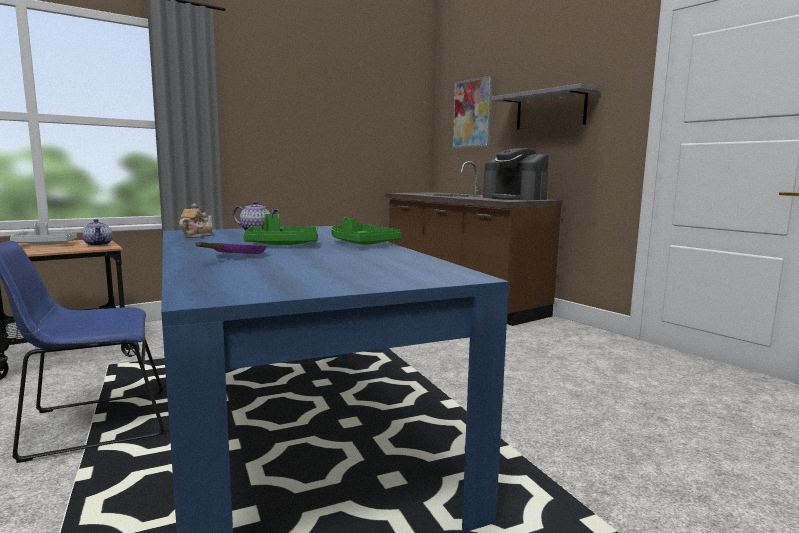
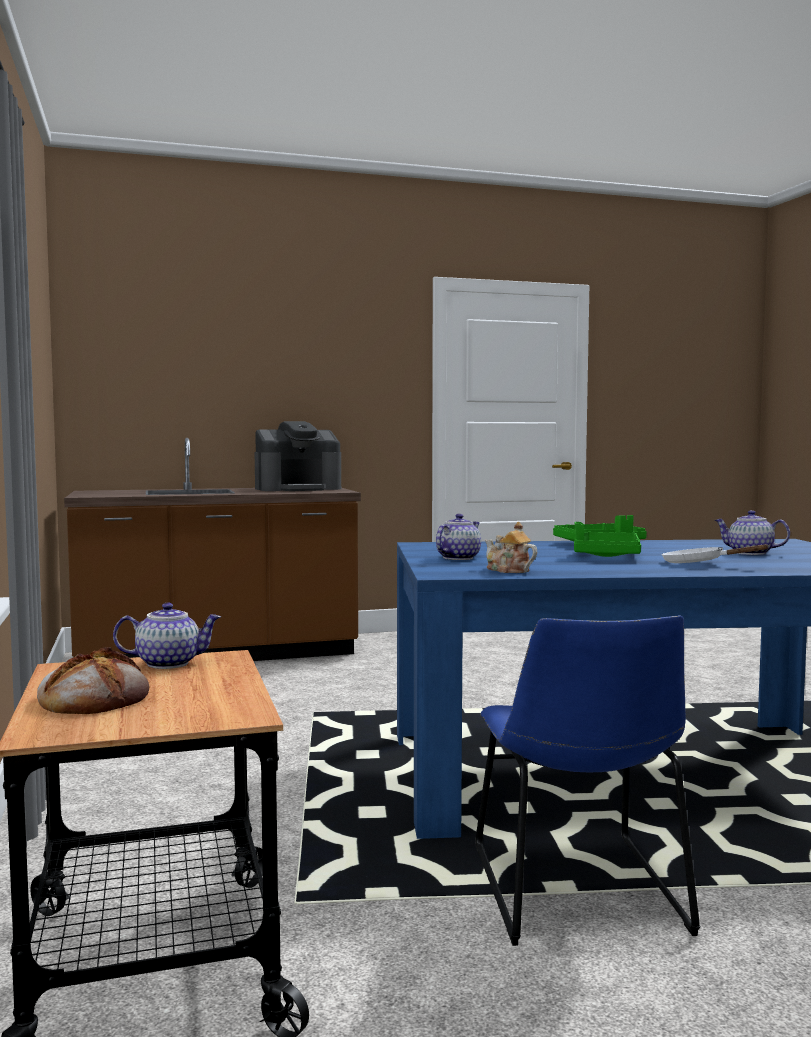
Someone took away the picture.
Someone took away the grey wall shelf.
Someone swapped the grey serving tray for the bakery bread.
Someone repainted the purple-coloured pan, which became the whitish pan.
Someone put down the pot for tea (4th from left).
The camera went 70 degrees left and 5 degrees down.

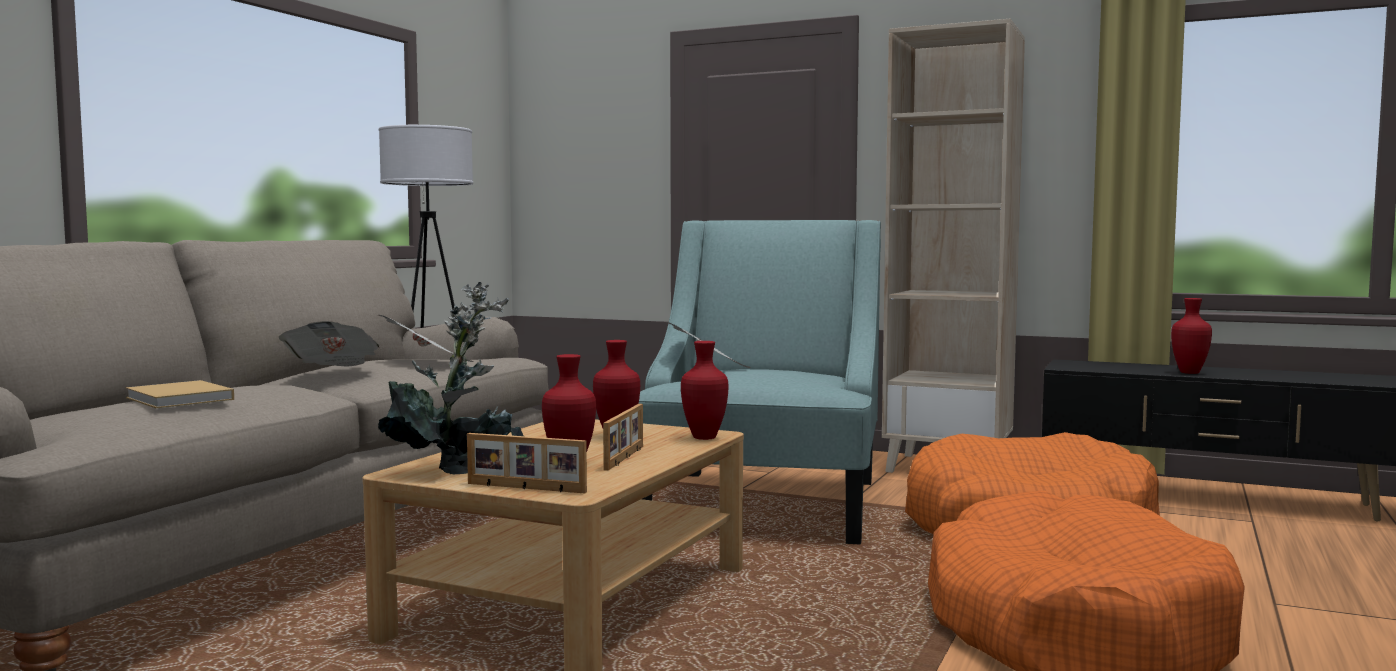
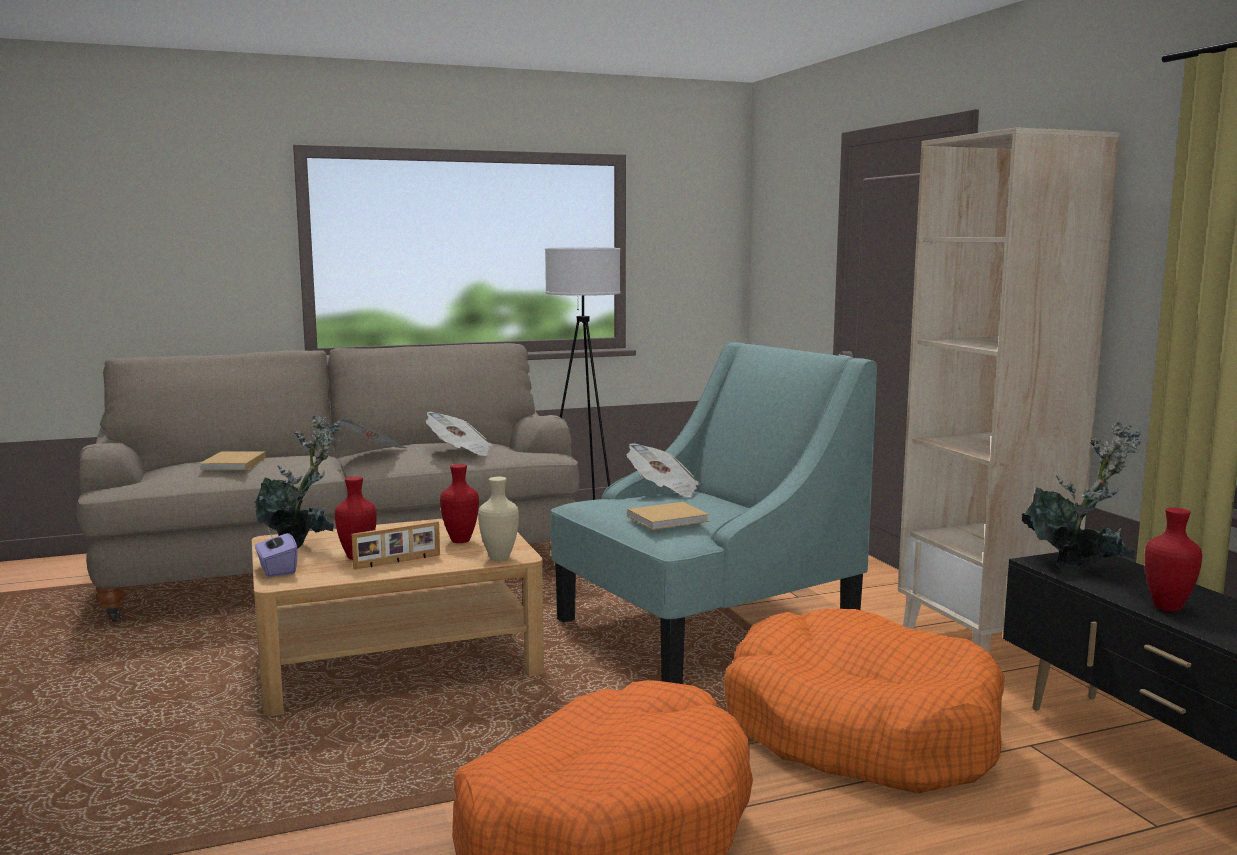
Someone repainted the red flower vase (3rd from left), which became the sand-coloured flower vase.
Someone swapped the standing frame (1st from left) for the purple-coloured tissue box.
Someone put down the plant in a pot (2nd from left).
Someone put down the sand-coloured bound book (2nd from left).
The camera went 45 degrees right and 5 degrees up.

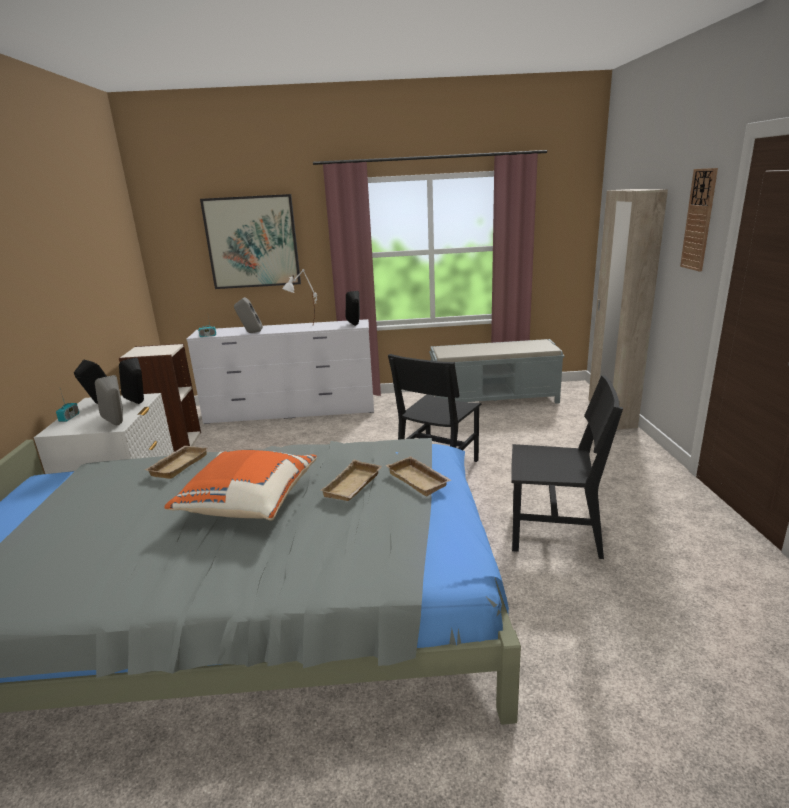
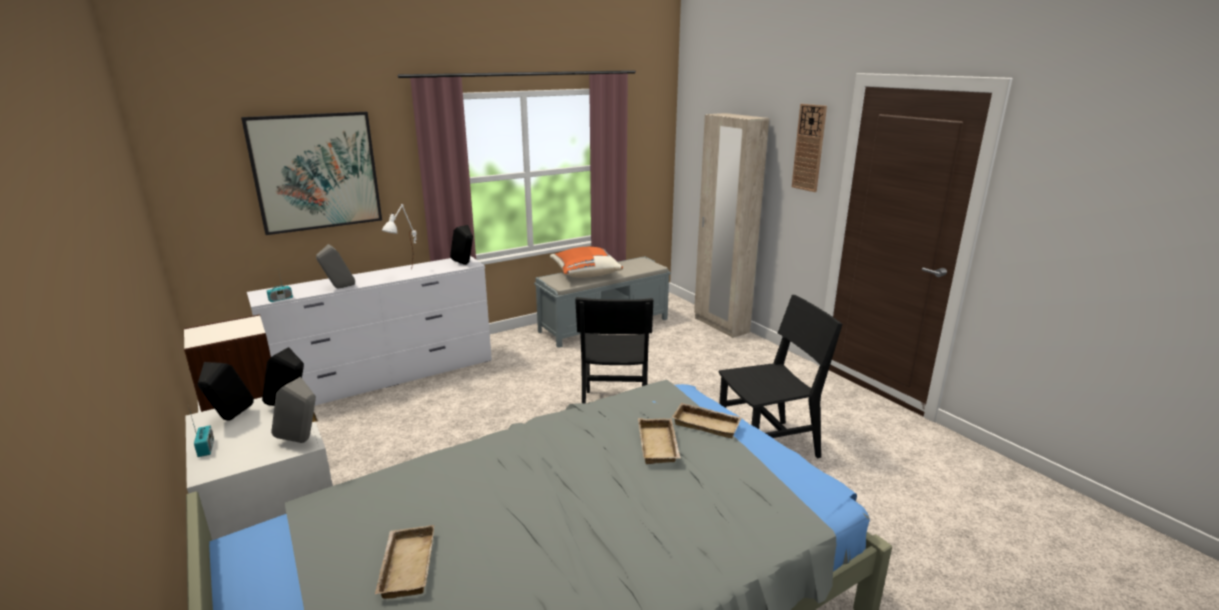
Someone carried the sand-coloured serving tray (1st from left).
Someone carried the orange pillow.
The camera went 30 degrees left and 0 degrees up.

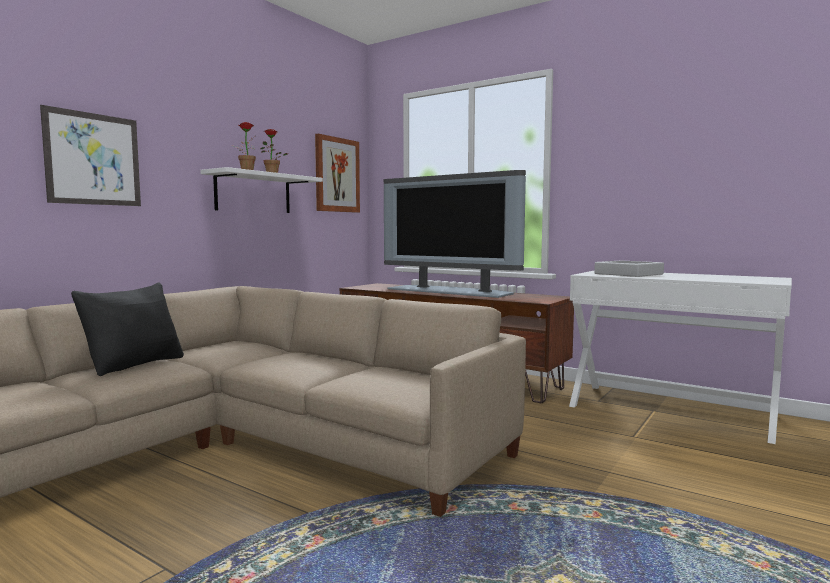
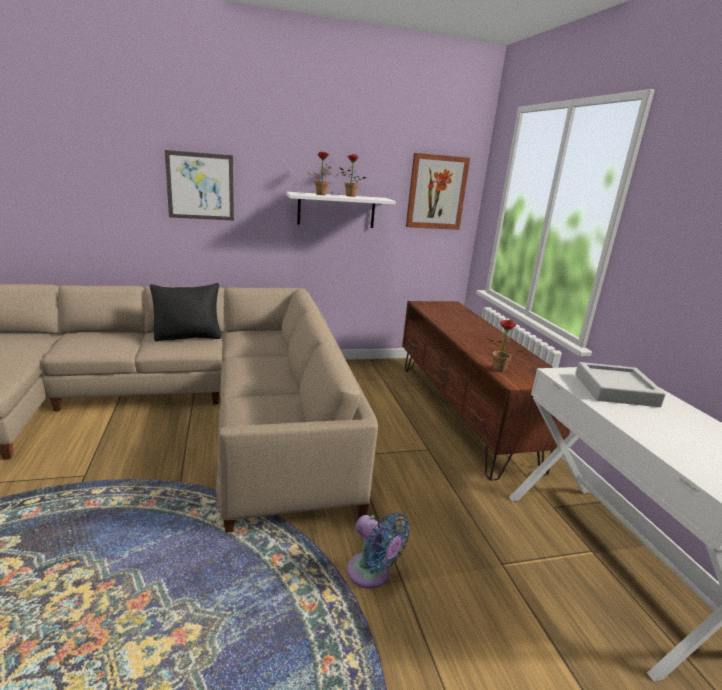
Someone took away the television.
Someone put down the plant in a pot (3rd from left).
Someone put down the blue-coloured cooling fan.
The camera went 40 degrees right and 15 degrees up.

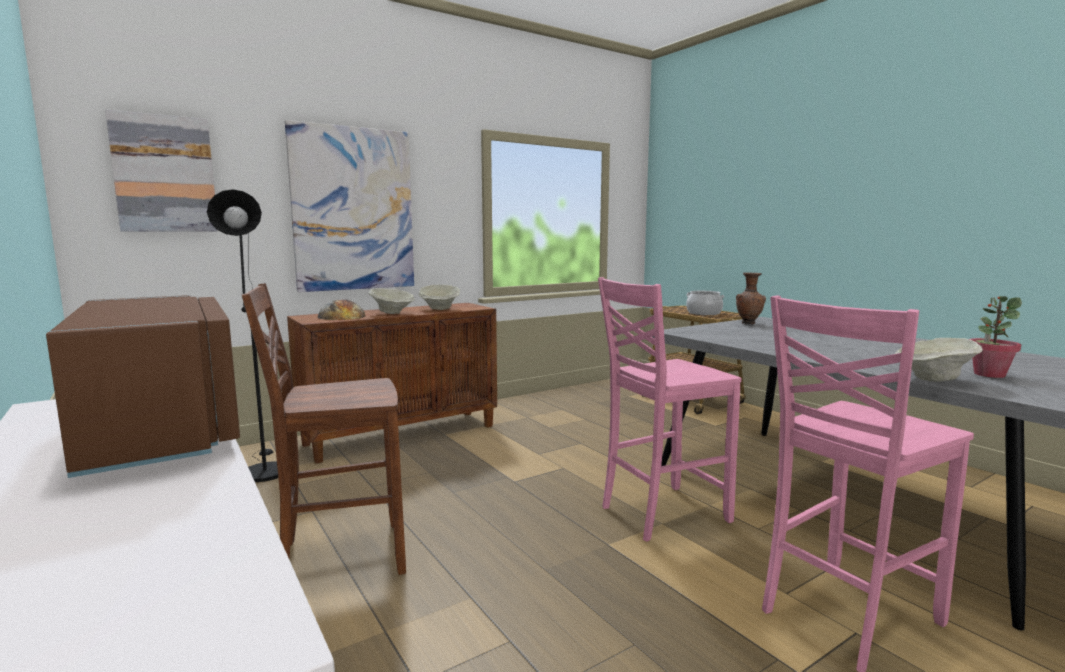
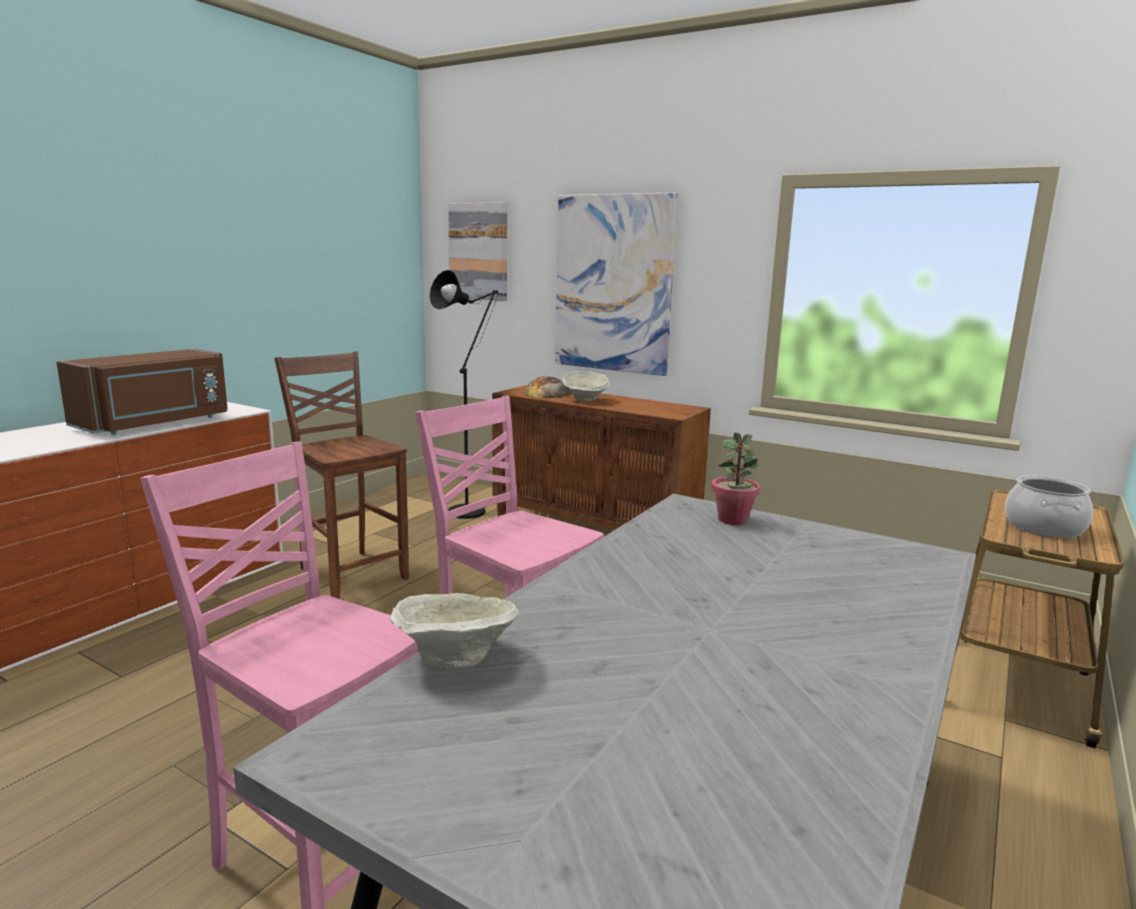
Someone took away the brownish flower vase.
Someone took away the sand-coloured bowl (2nd from left).
Someone carried the plant in a pot.
The camera went 65 degrees right and 5 degrees up.

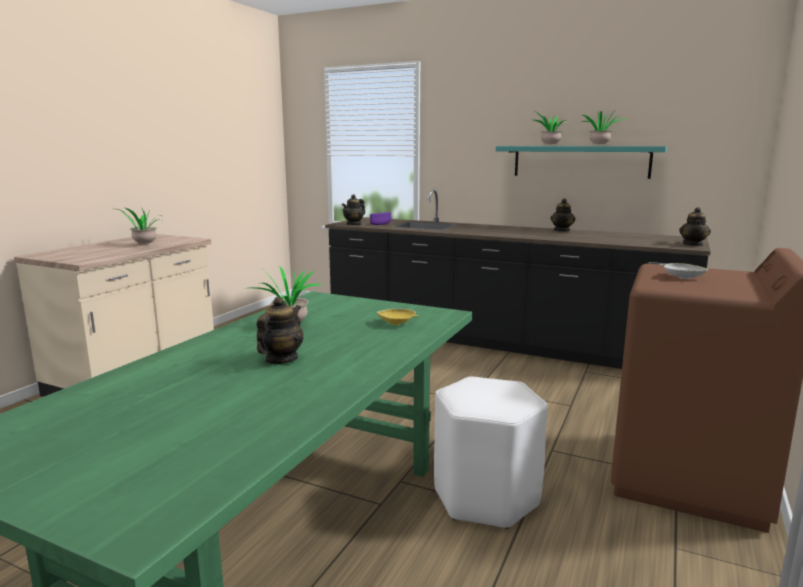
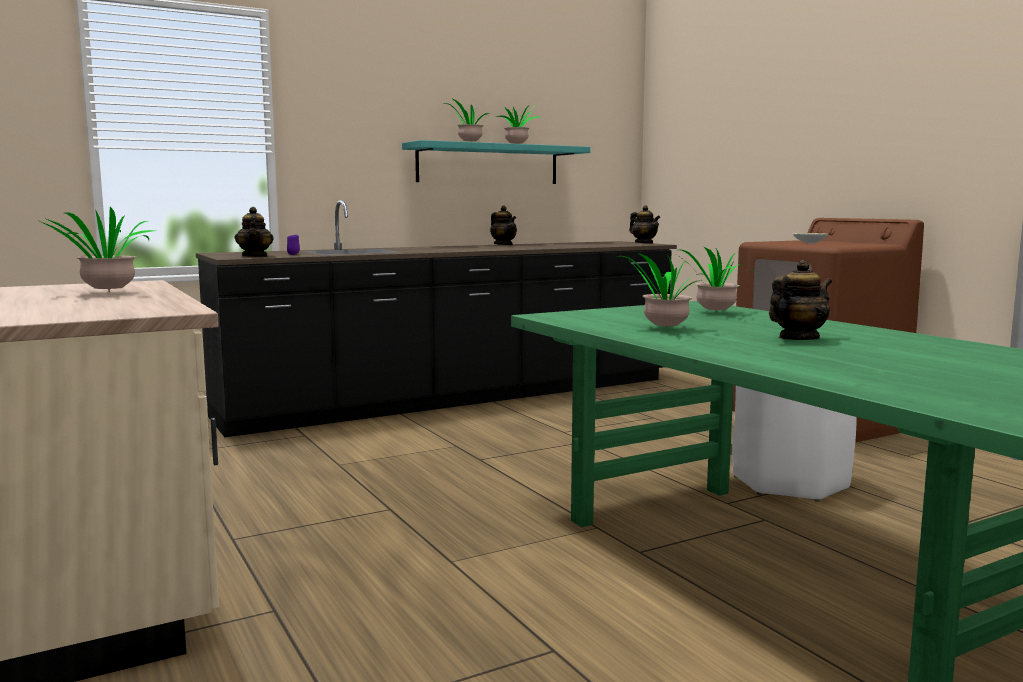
Someone rotated the pot for tea (1st from left in the first image) by 90 degrees clockwise.
Someone swapped the yellowish bowl for the plant in a pot (5th from left).
The camera went 55 degrees left and 5 degrees down.

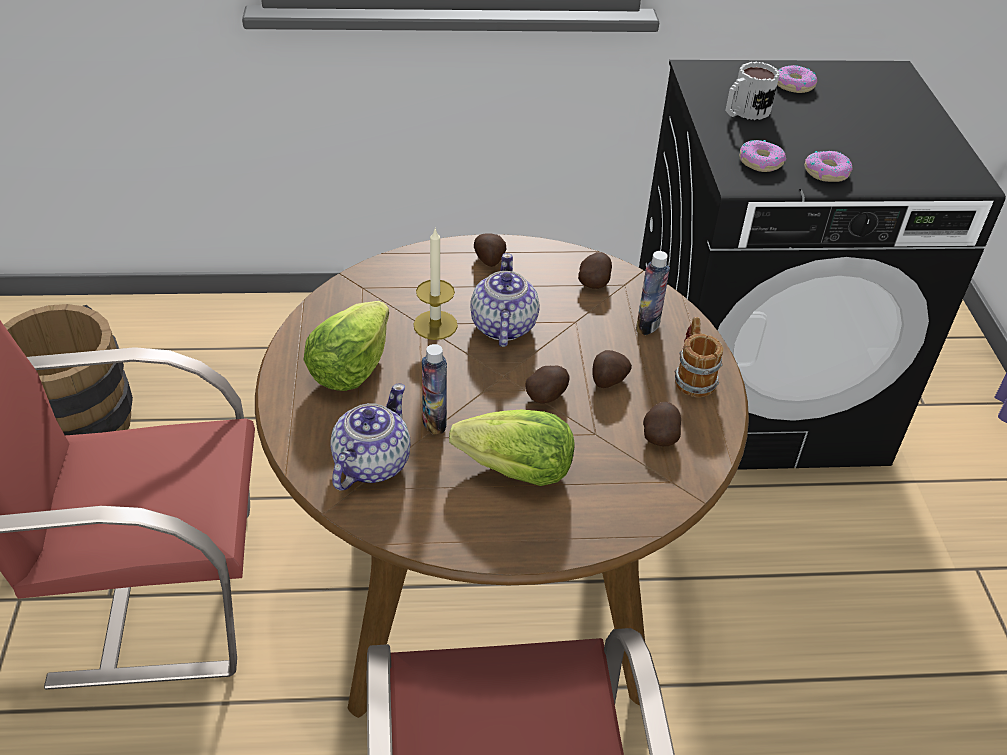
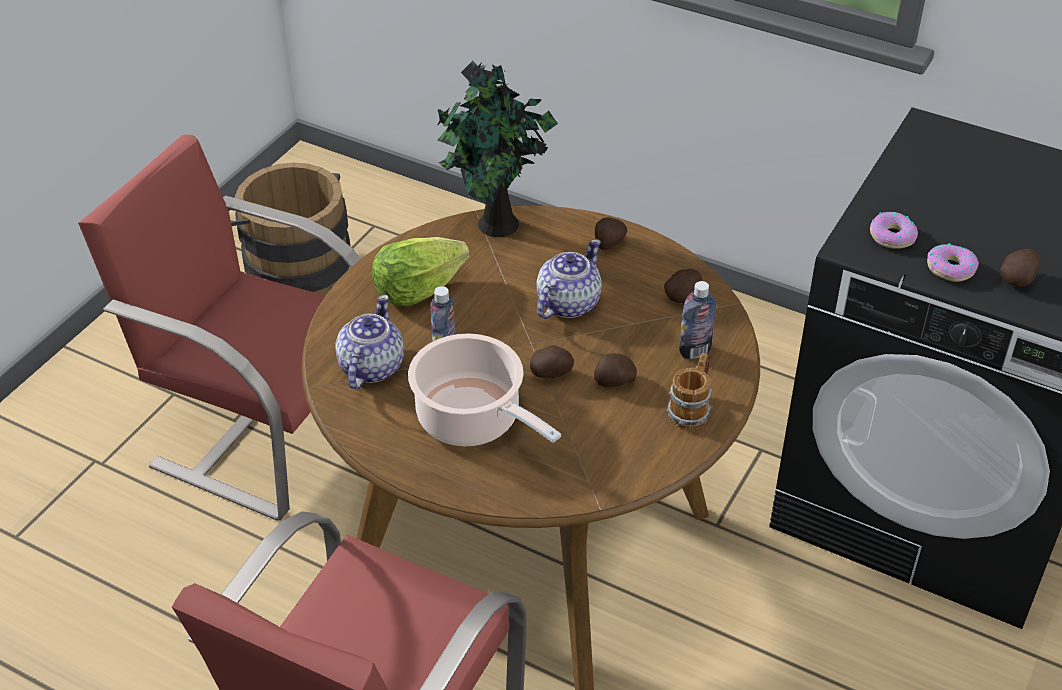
Someone took away the coffee mug (2nd from left).
Someone took away the donut (2nd from left).
Someone took away the wax light.
Someone rotated the pot for tea (1st from left) by 45 degrees counterclockwise.
Someone carried the potato (5th from left).
Someone swapped the lettuce (2nd from left) for the cooking pot.
Someone put down the plant in a pot.
The camera went 35 degrees right and 0 degrees up.

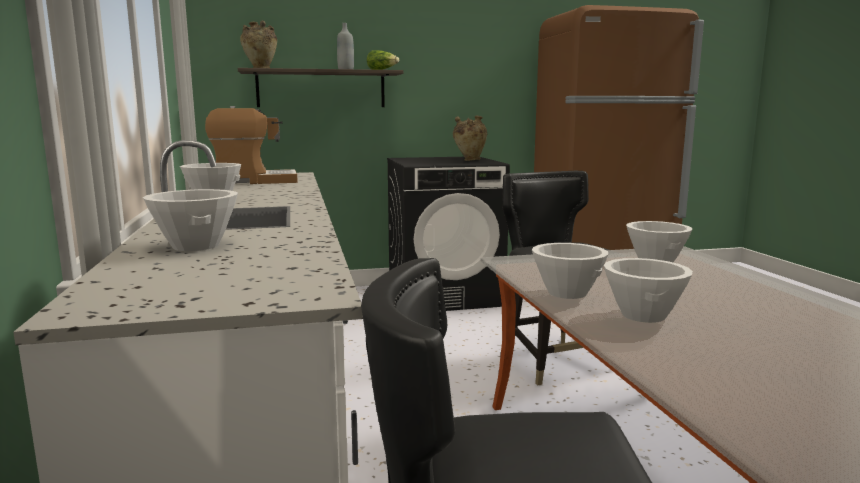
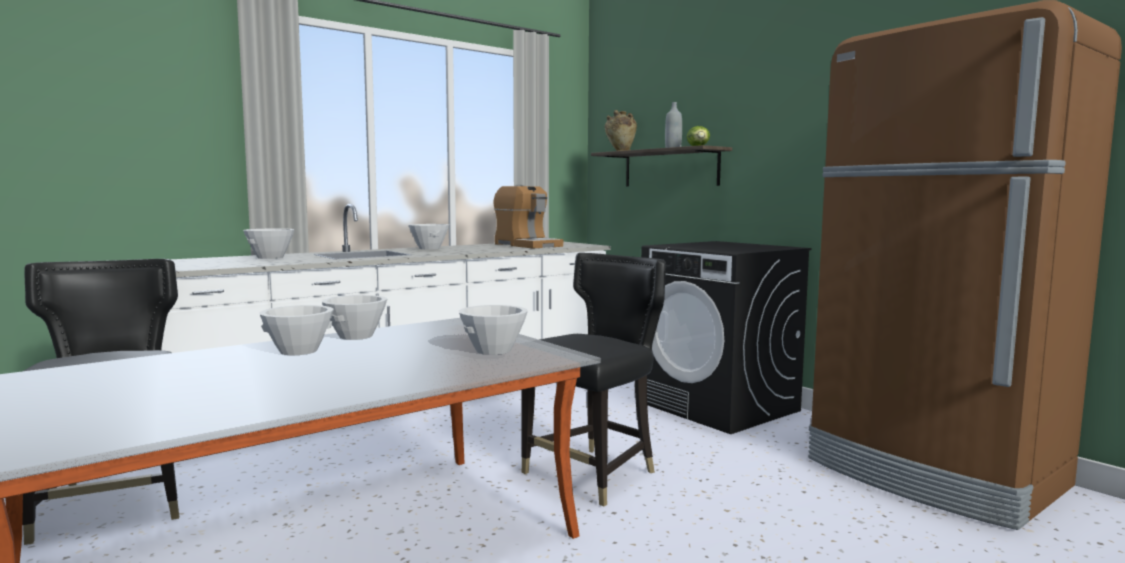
Someone took away the sand-coloured flower vase (2nd from left).
The camera went 65 degrees right and 5 degrees down.

